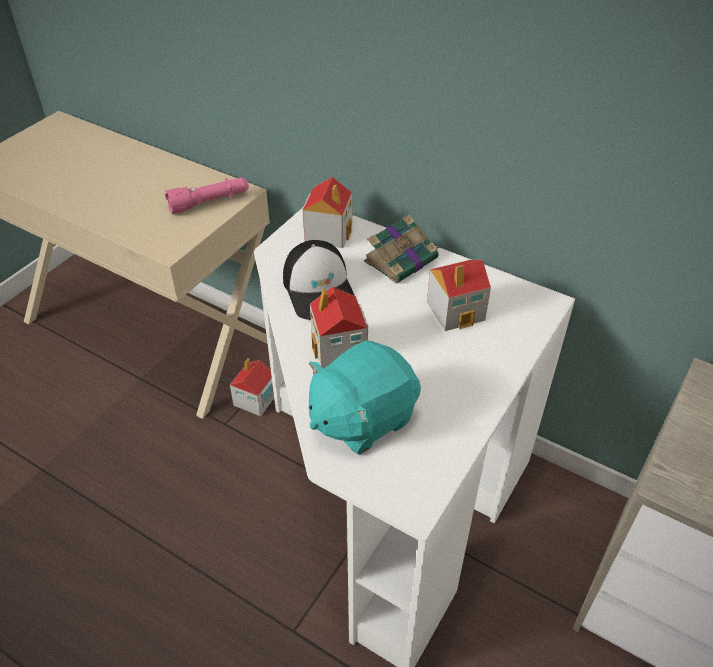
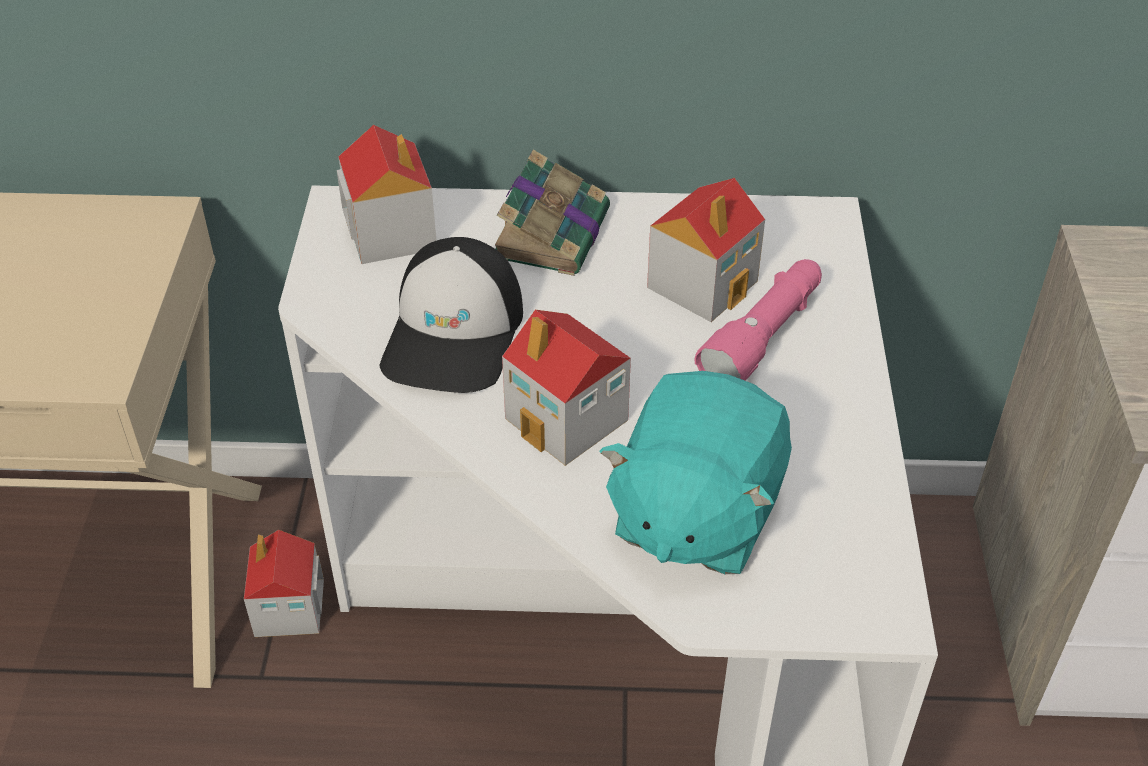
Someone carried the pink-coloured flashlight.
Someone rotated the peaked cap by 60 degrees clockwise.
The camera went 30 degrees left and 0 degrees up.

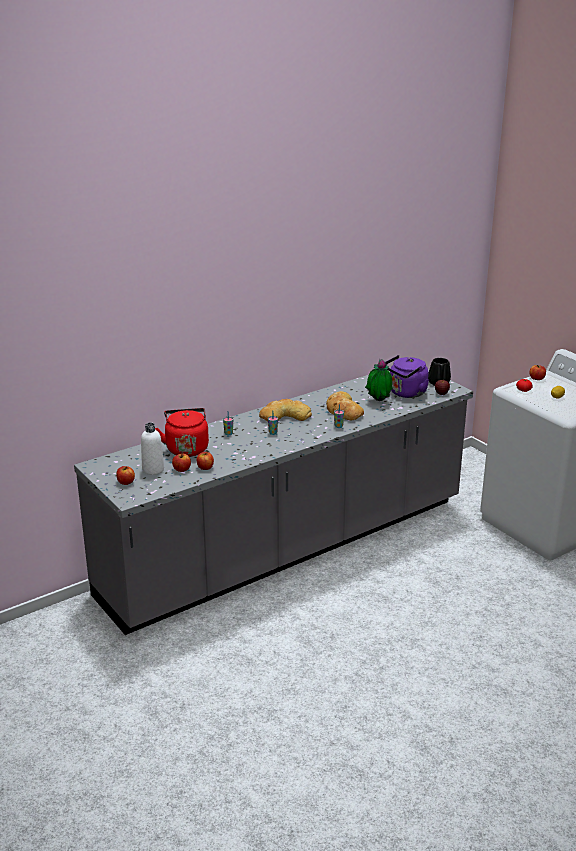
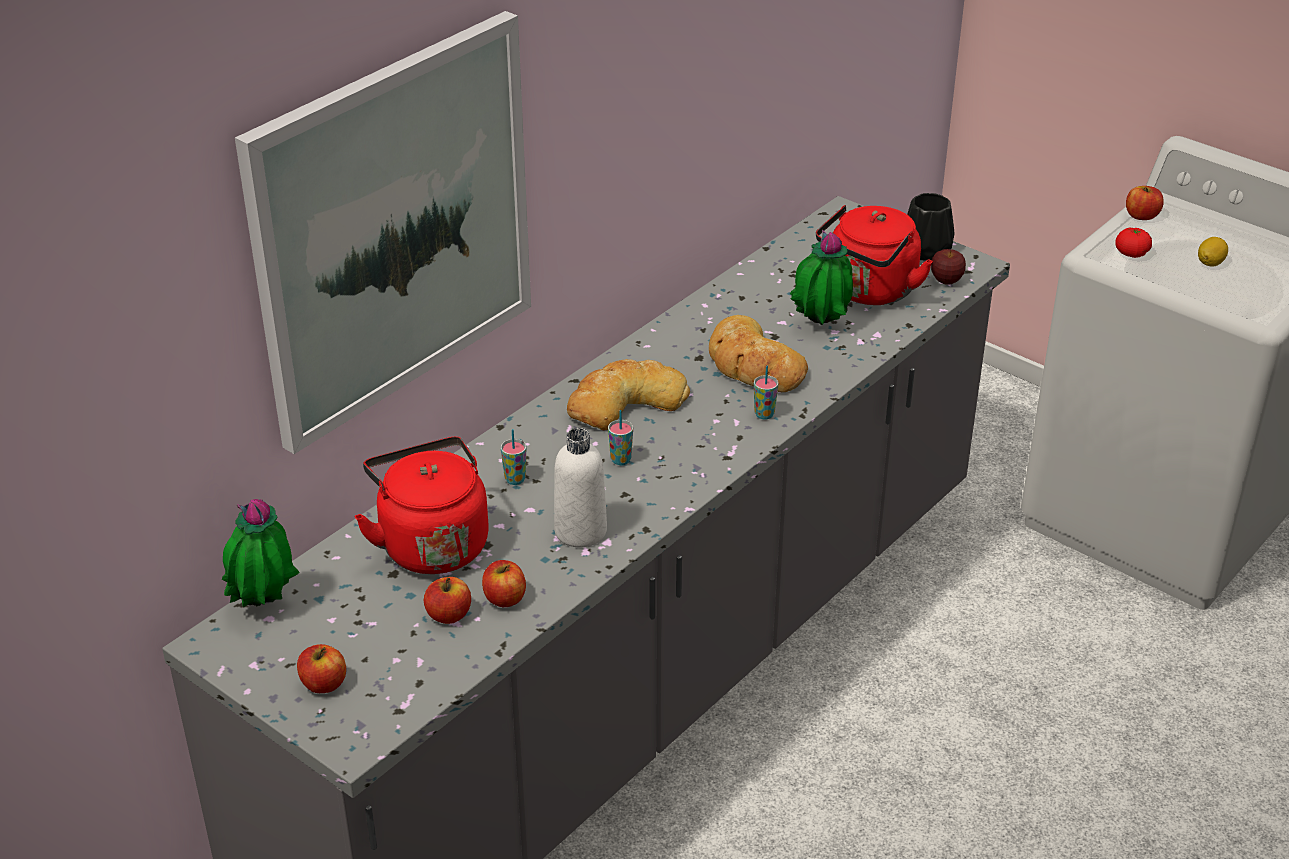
Someone repainted the purple-coloured tea kettle, which became the red tea kettle (2nd from left).
Someone carried the whitish beverage bottle.
Someone put up the picture.
Someone put down the plant in a pot (1st from left).
The camera went 15 degrees left and 10 degrees up.

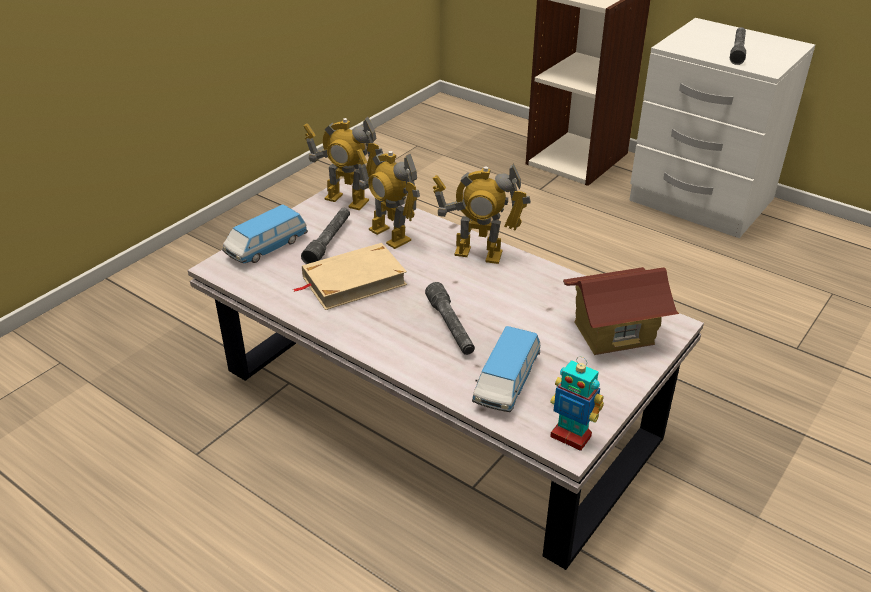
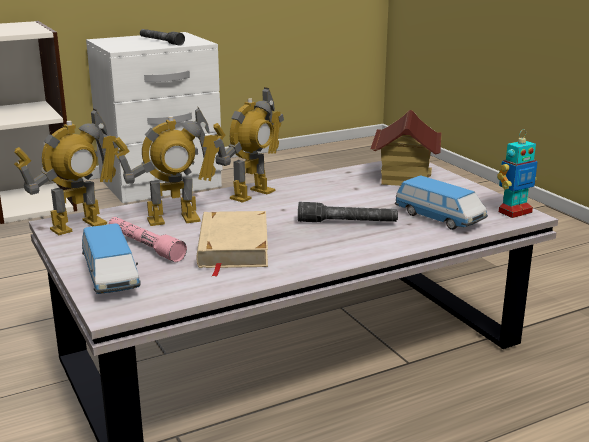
Someone repainted the grey flashlight (1st from left), which became the pink-coloured flashlight.
The camera went 65 degrees left and 15 degrees down.

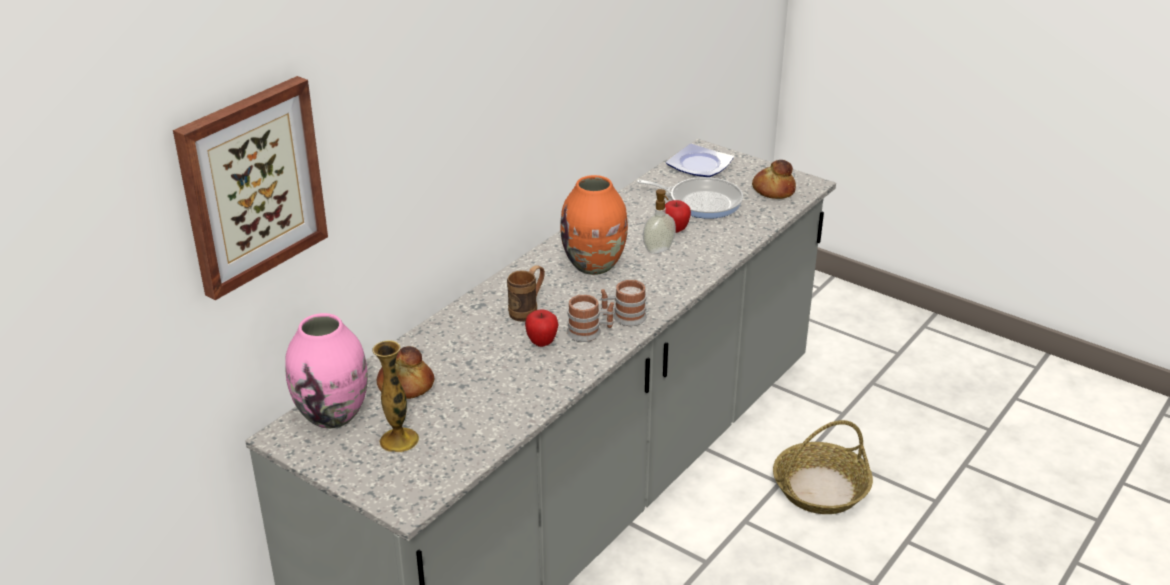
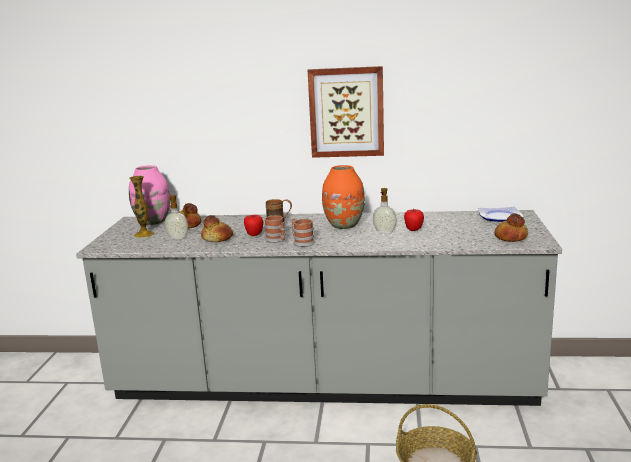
Someone carried the picture.
Someone took away the pan.
Someone put down the liquid soap bottle (1st from left).
Someone put down the bakery bread (2nd from left).
The camera went 60 degrees right and 15 degrees down.

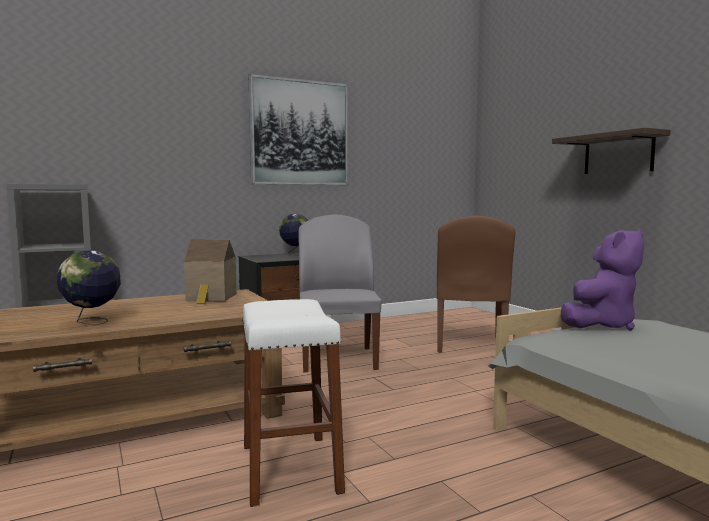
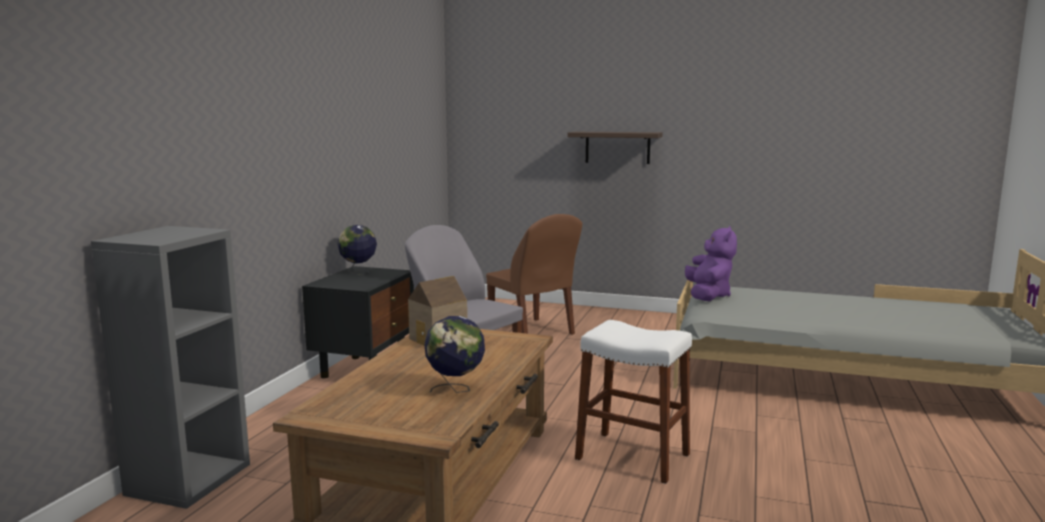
Someone took away the picture.
The camera went 45 degrees left and 5 degrees up.

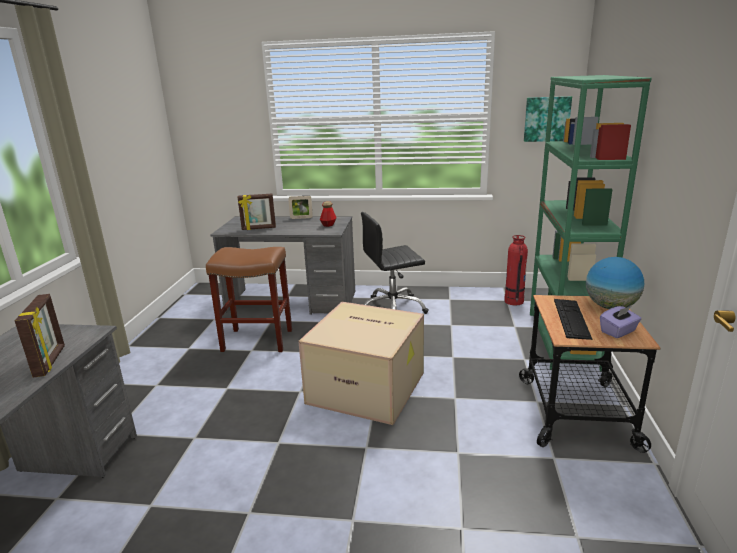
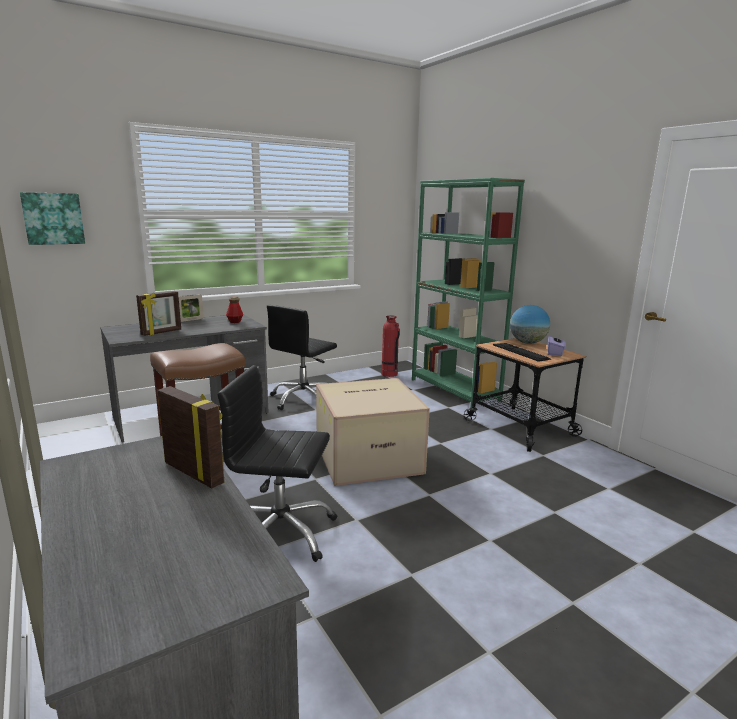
Someone carried the picture.
Someone put down the blackish desk chair (1st from left).
The camera went 40 degrees left and 5 degrees down.

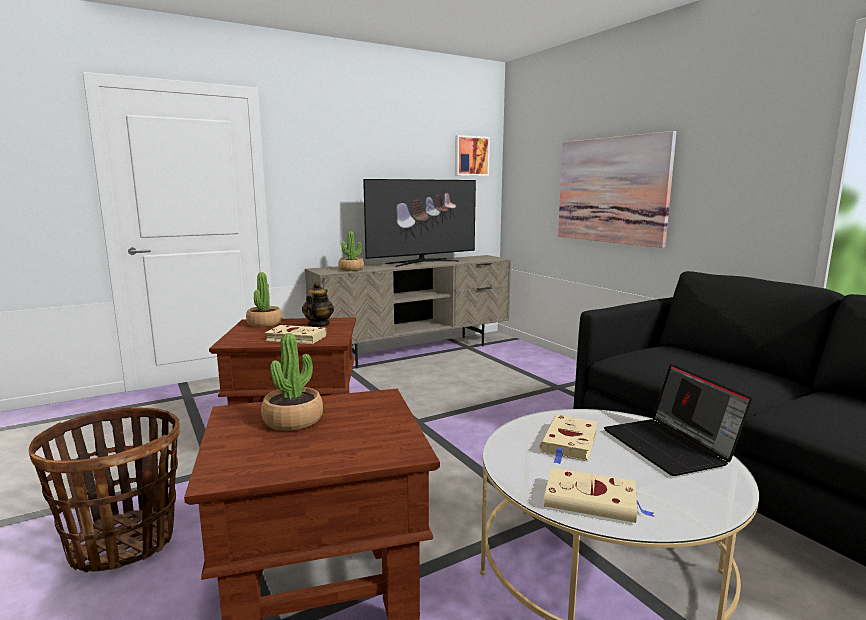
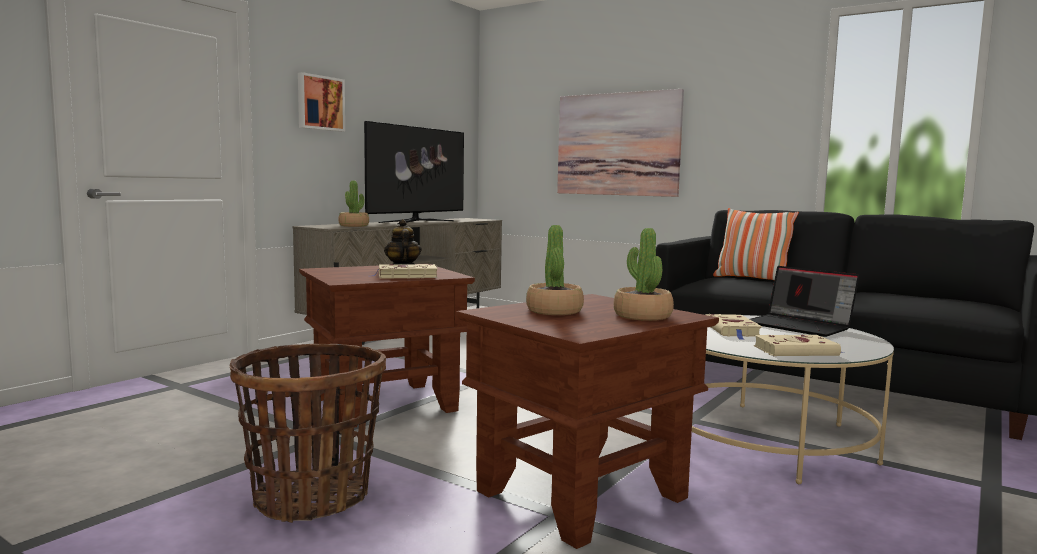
Someone carried the picture (1st from left).
Someone carried the plant in a pot (1st from left in the first image).
Someone put down the pillow.
The camera went 25 degrees left and 5 degrees down.

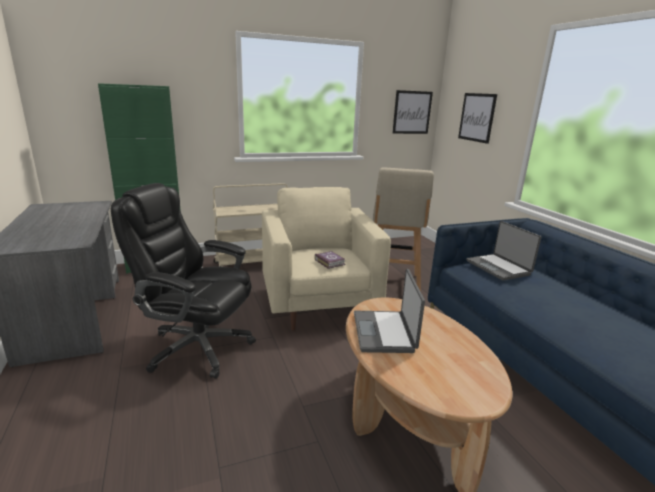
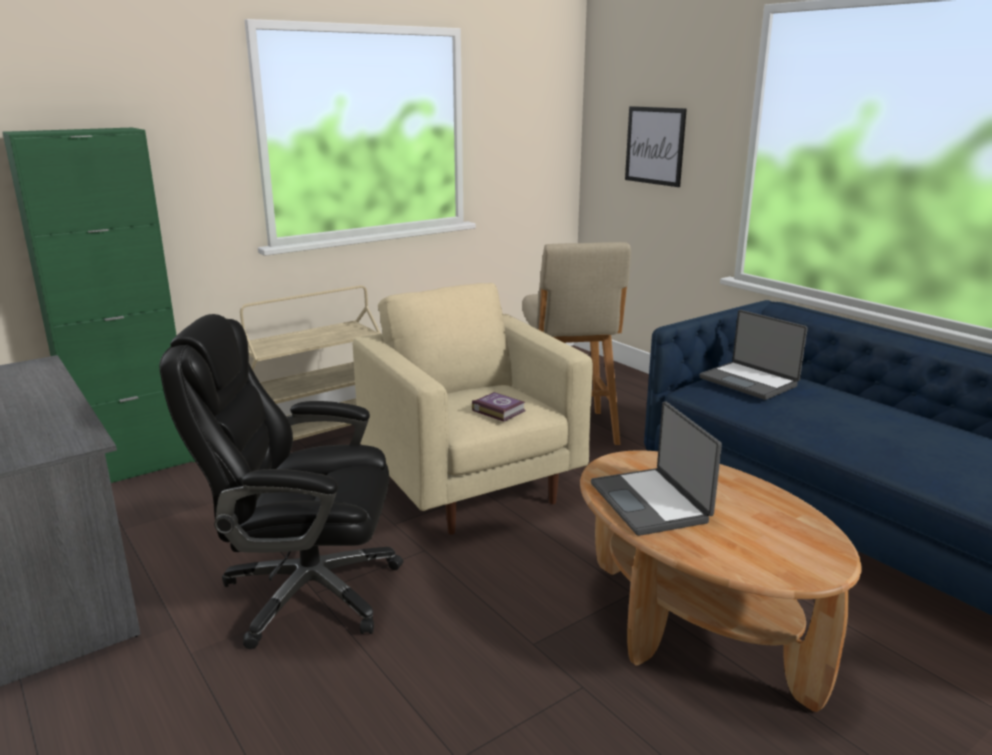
Someone took away the picture (1st from left).
The camera went 15 degrees left and 0 degrees up.

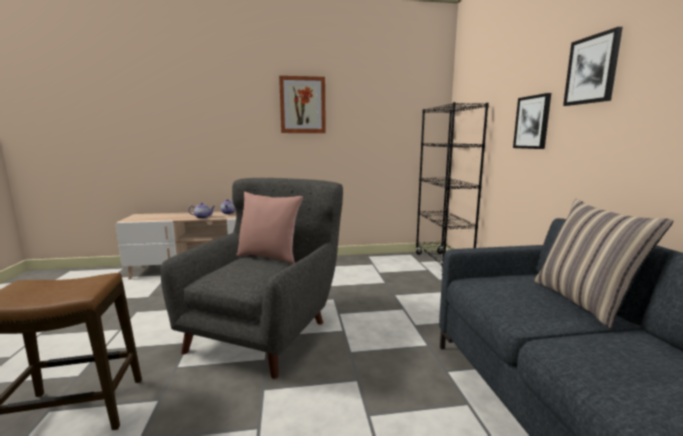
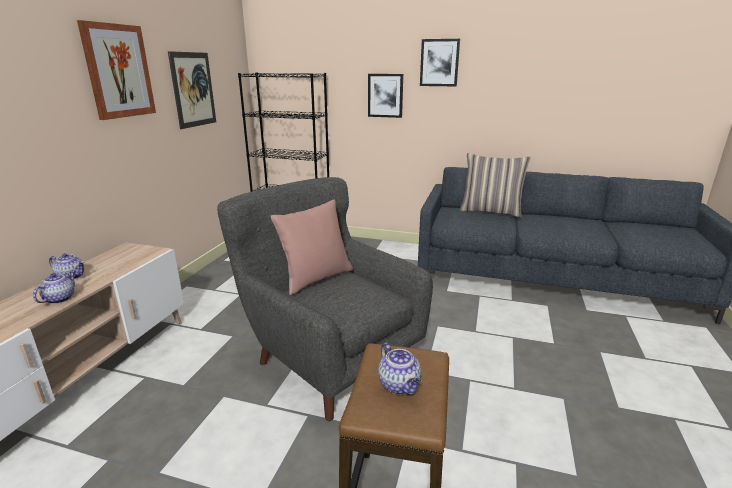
Someone put up the picture (2nd from left).
Someone put down the pot for tea (3rd from left).
The camera went 65 degrees left and 10 degrees up.

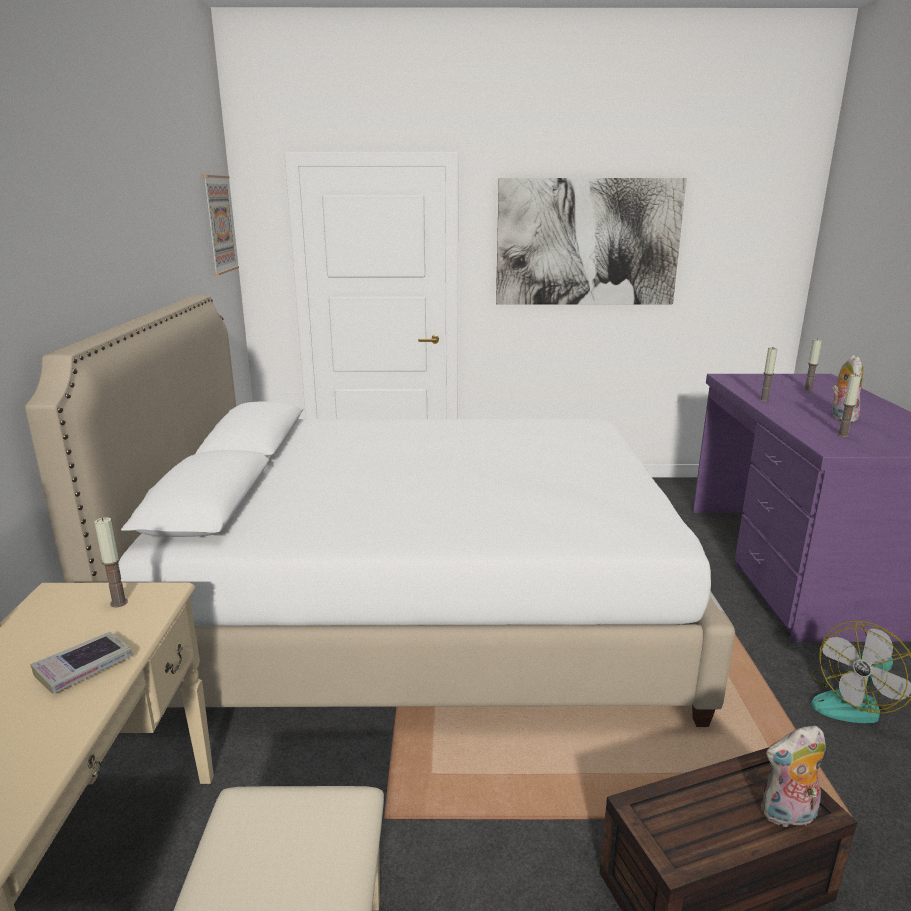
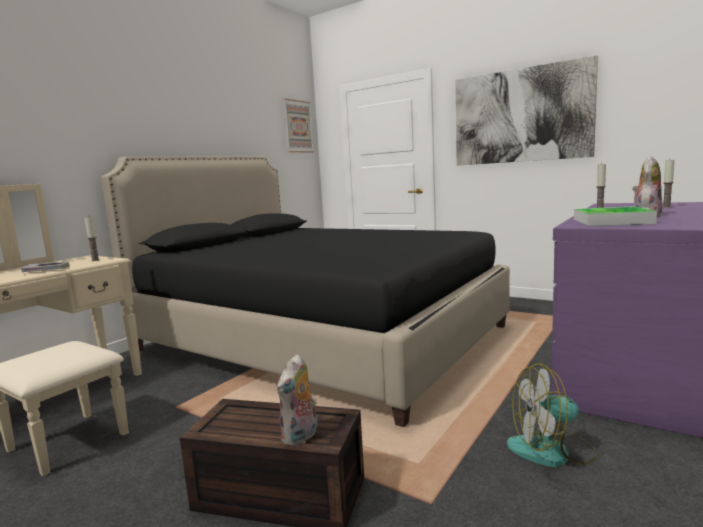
Someone repainted the whitish bedroom bed, which became the blackish bedroom bed.
Someone swapped the wax light (4th from left) for the serving tray.
Someone rotated the soft toy (1st from left) by 90 degrees counterclockwise.
The camera went 35 degrees right and 10 degrees down.

